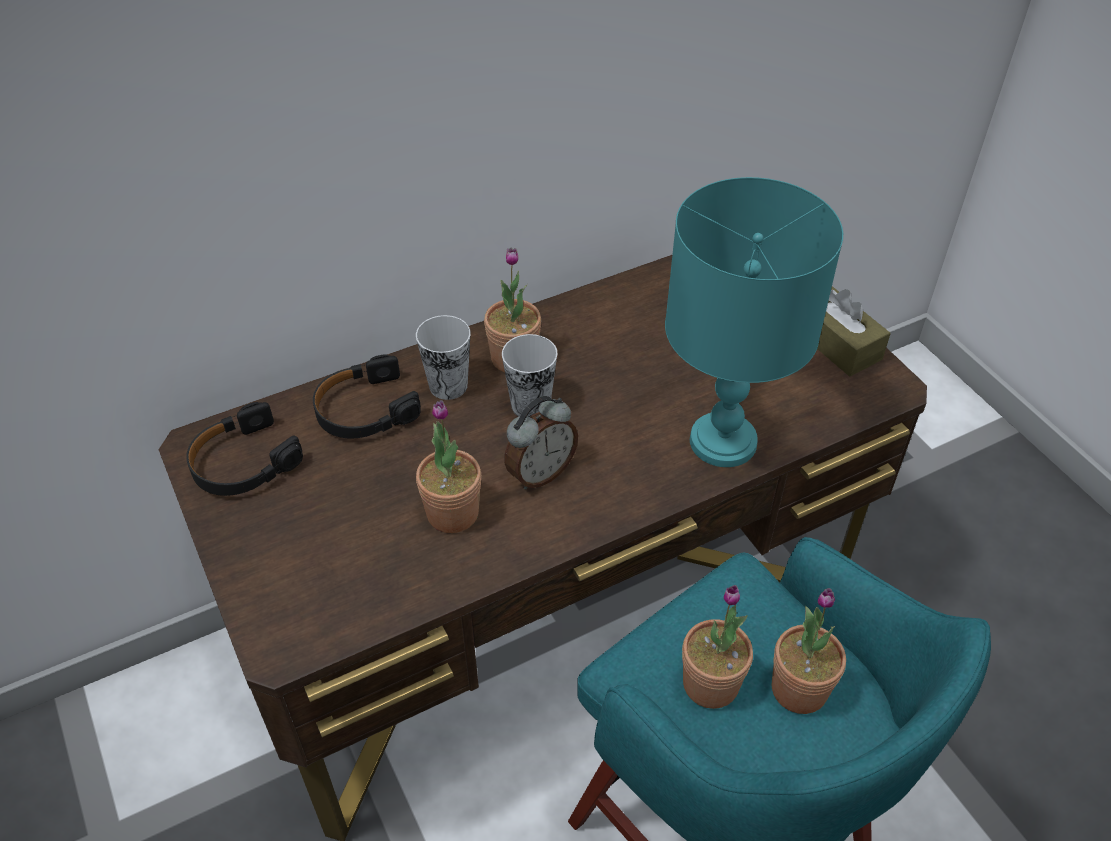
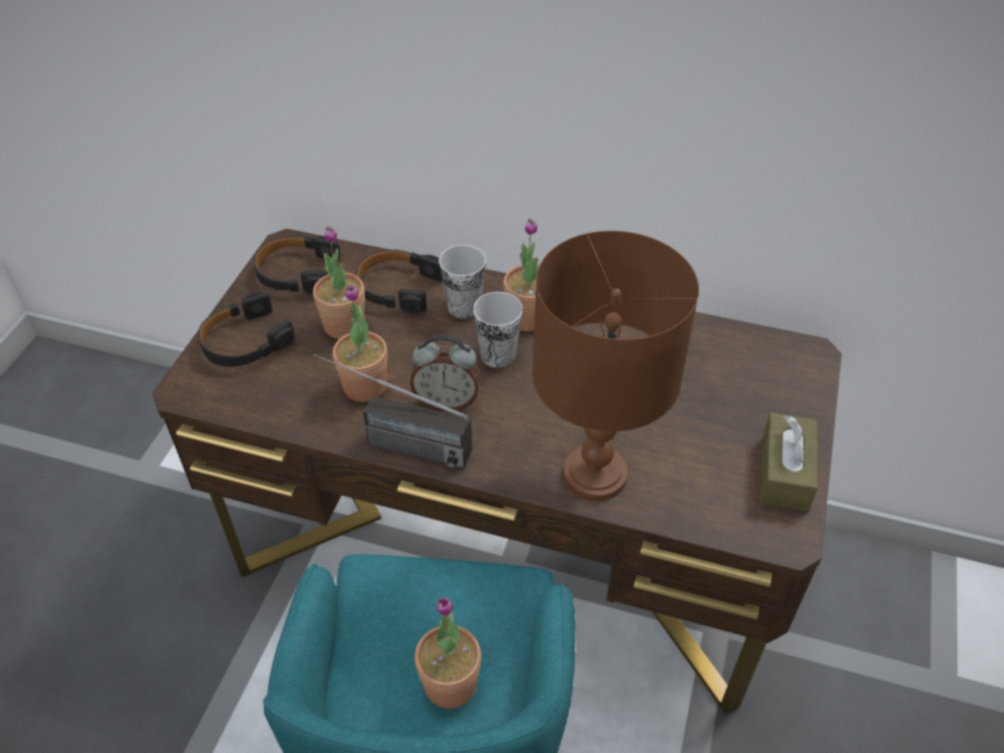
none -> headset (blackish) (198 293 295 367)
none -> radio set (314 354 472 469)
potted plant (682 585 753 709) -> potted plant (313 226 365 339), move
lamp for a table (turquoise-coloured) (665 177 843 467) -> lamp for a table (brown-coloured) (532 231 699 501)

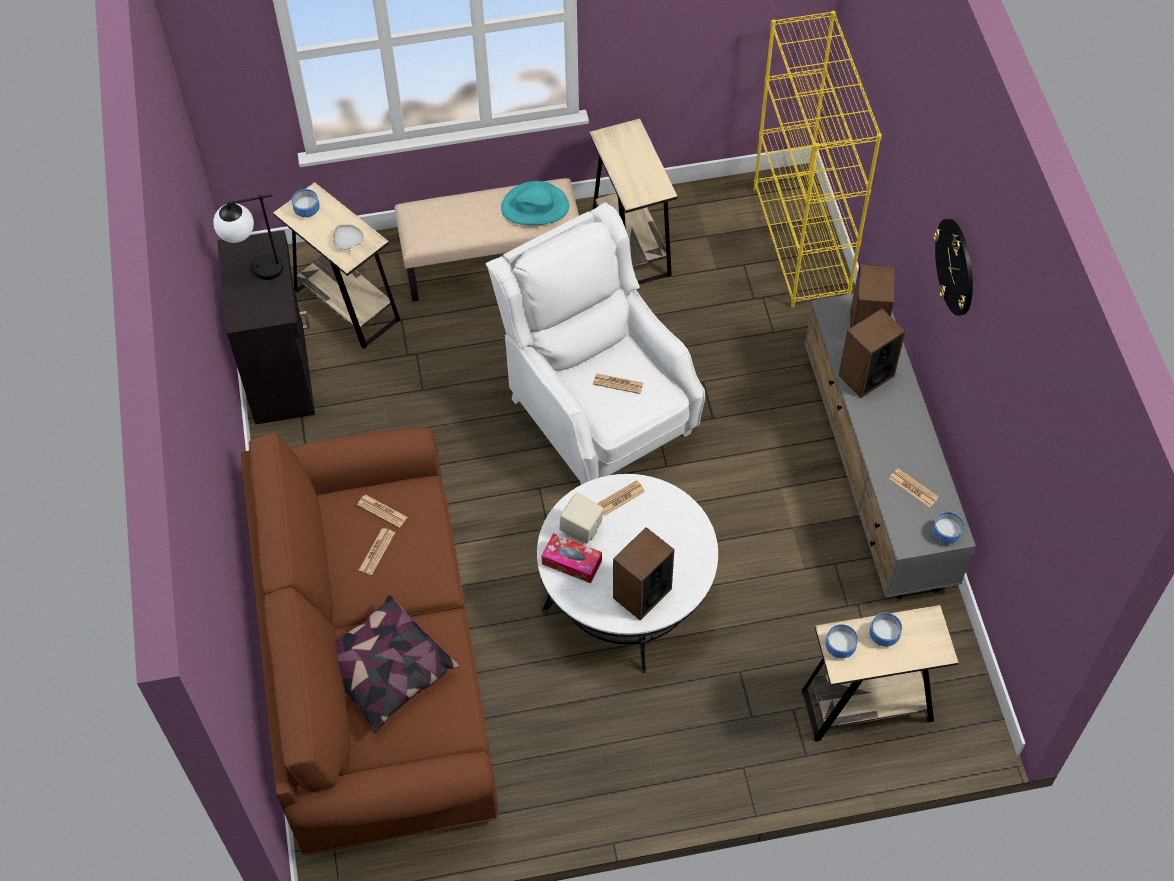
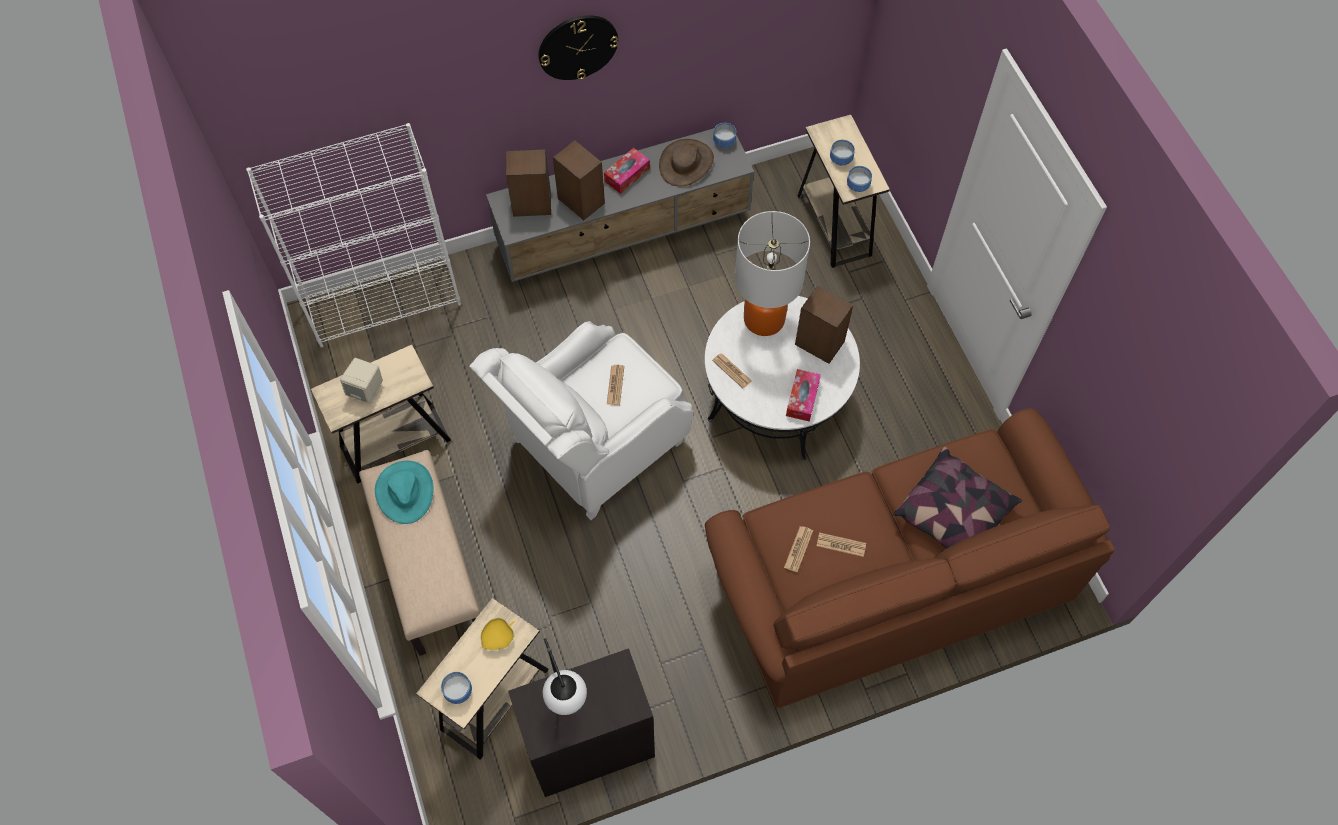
none -> tissue holder (604 148 650 194)
none -> lamp for a table (735 211 810 336)
speaker (sand-coloured) (559 493 604 544) -> speaker (sand-coloured) (340 358 383 403), move
printed paper (889 468 939 508) -> wearable hat (brown-coloured) (659 139 714 186)
bowl (whitish) (333 224 364 250) -> bowl (yellow-coloured) (480 617 514 650)
bookshelf (yellow-coloured) (754 11 882 308) -> bookshelf (whitish) (246 123 461 348)

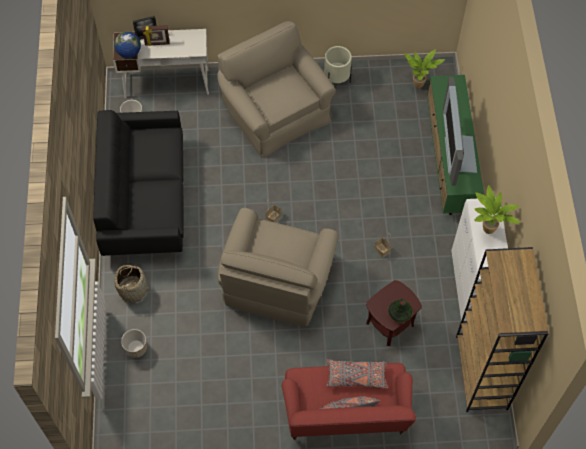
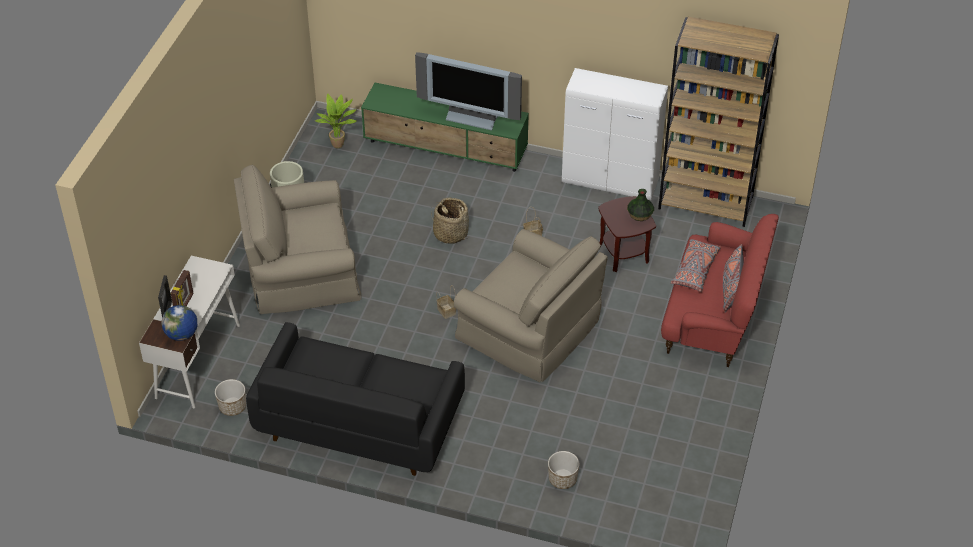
potted plant (474 185 521 234) -> none
storage basket (115 263 147 304) -> storage basket (431 198 469 244), move

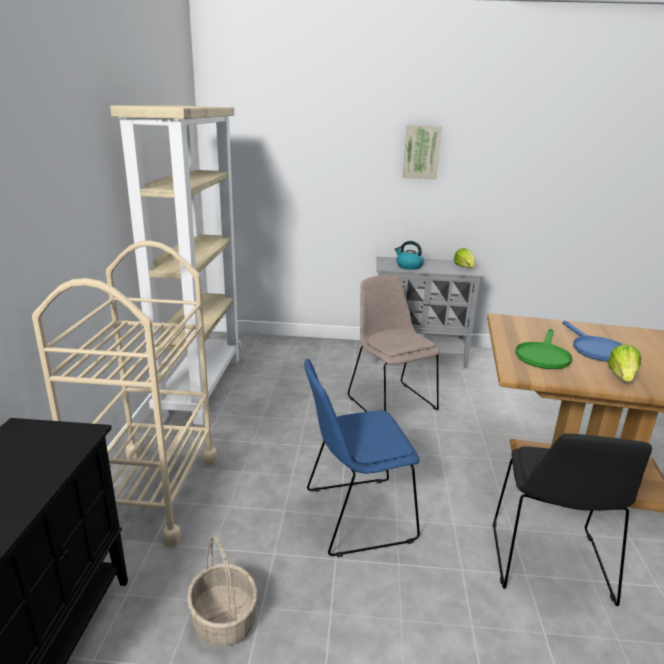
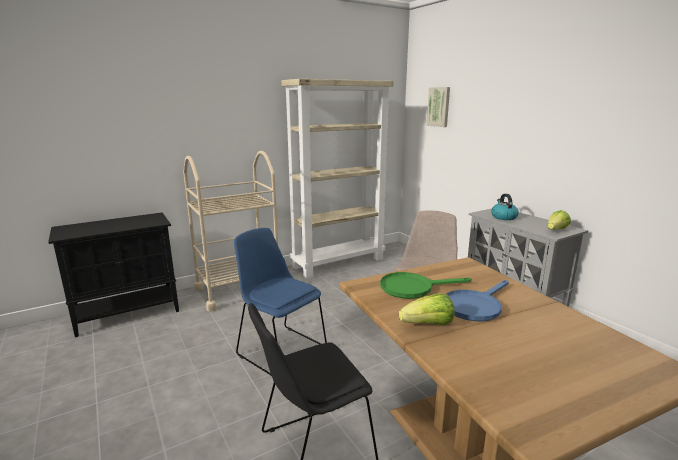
storage basket (187 536 257 646) -> none
wall art (403 125 442 180) -> wall art (427 87 450 127), move

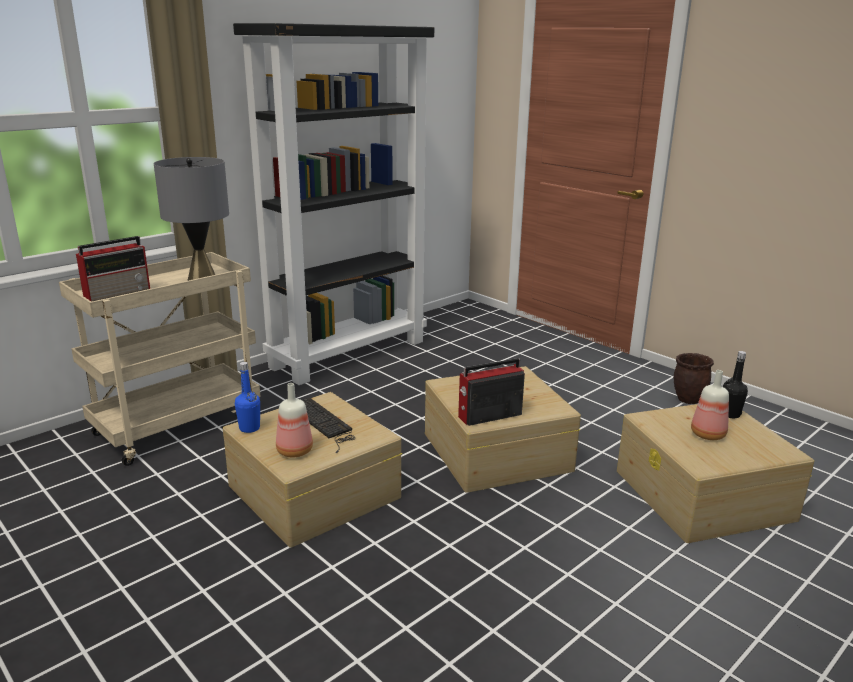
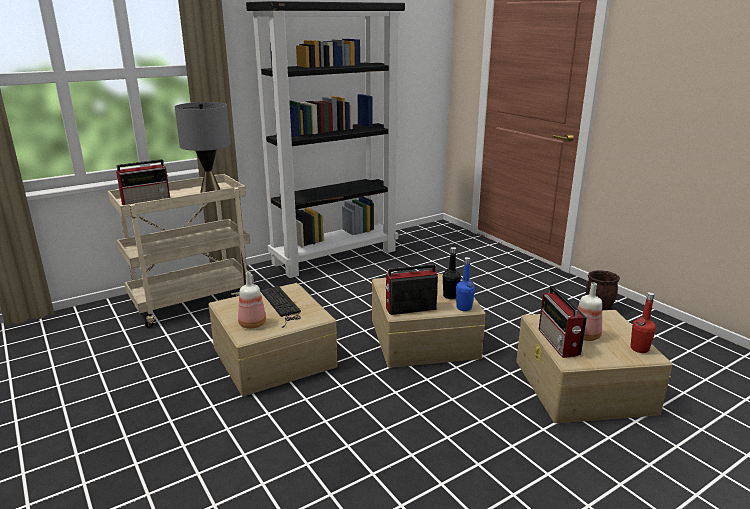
none -> radio set (539 286 587 358)
none -> beverage bottle (red) (631 292 656 353)
beverage bottle (blue-coloured) (235 362 260 433) -> beverage bottle (blue-coloured) (456 257 475 311), move
beverage bottle (blackish) (723 351 748 418) -> beverage bottle (blackish) (443 247 461 299), move

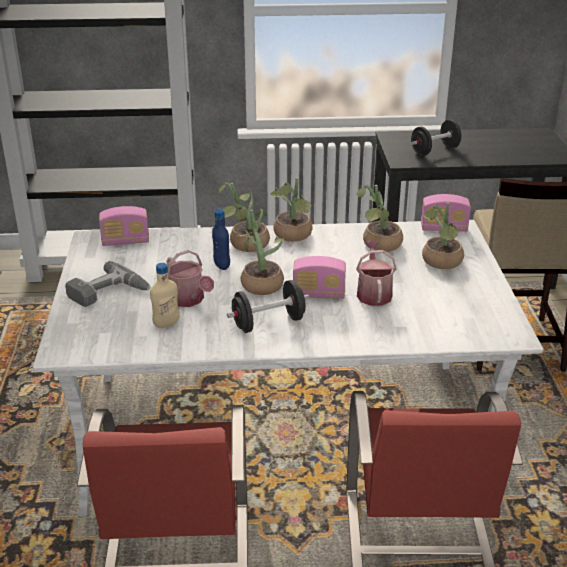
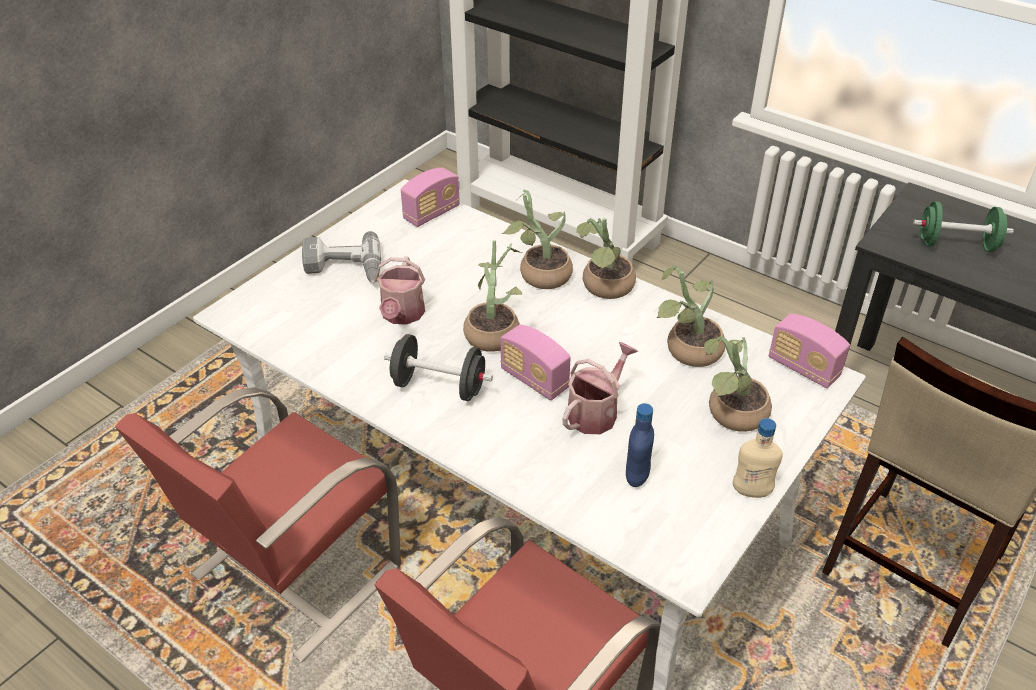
beverage bottle (sand-coloured) (150 263 180 328) -> beverage bottle (sand-coloured) (733 418 783 498), move
beverage bottle (blue-coloured) (212 209 230 270) -> beverage bottle (blue-coloured) (626 403 654 487), move
free weight (blackish) (411 120 461 156) -> free weight (greenish) (913 201 1014 252)
radio set (99 206 149 246) -> radio set (401 168 460 227), 75 degrees counterclockwise

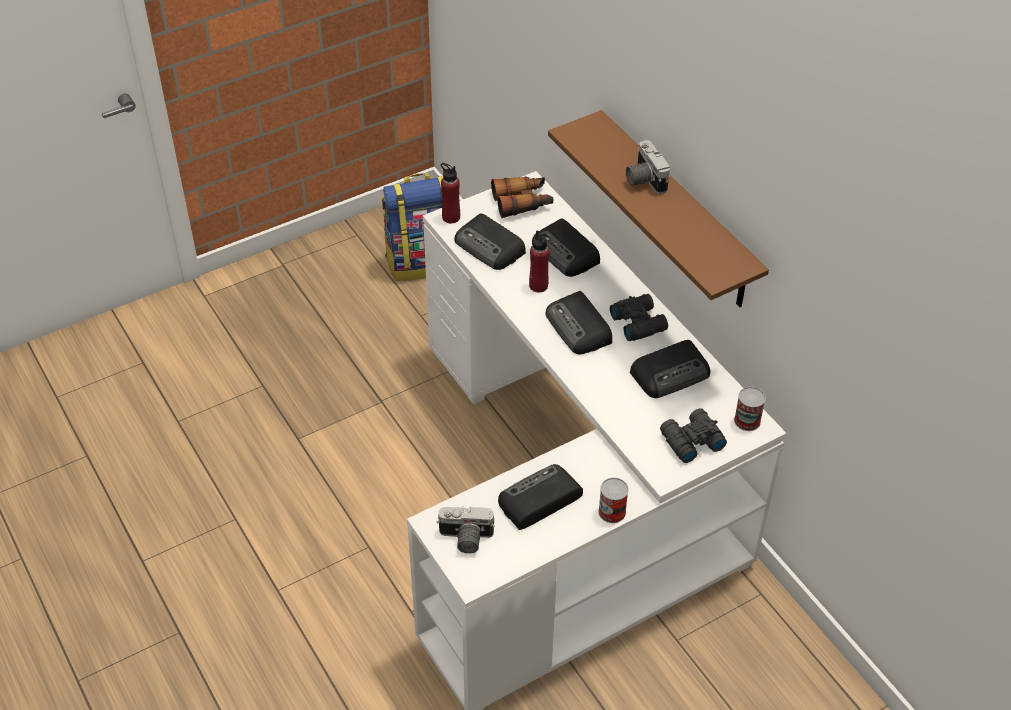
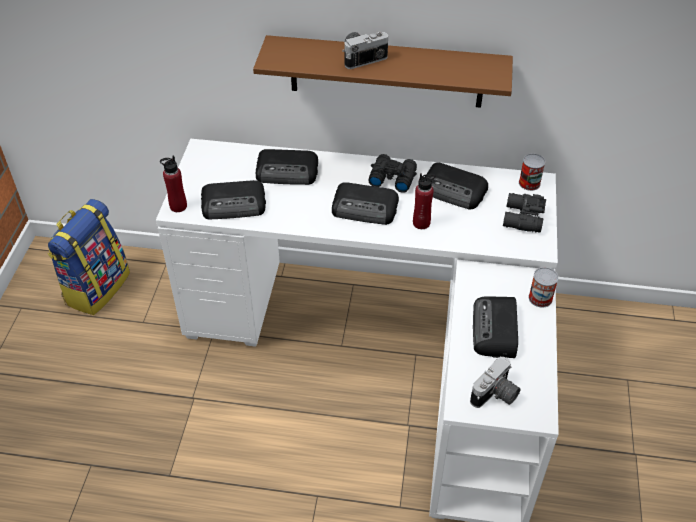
pair of binoculars (491 176 553 218) -> none
beverage bottle (red) (529 230 550 292) -> beverage bottle (red) (413 173 436 229), move
photo camera (626 140 670 194) -> photo camera (342 31 388 69), 135 degrees clockwise
radio set (630 340 710 398) -> radio set (425 162 488 209), 105 degrees clockwise

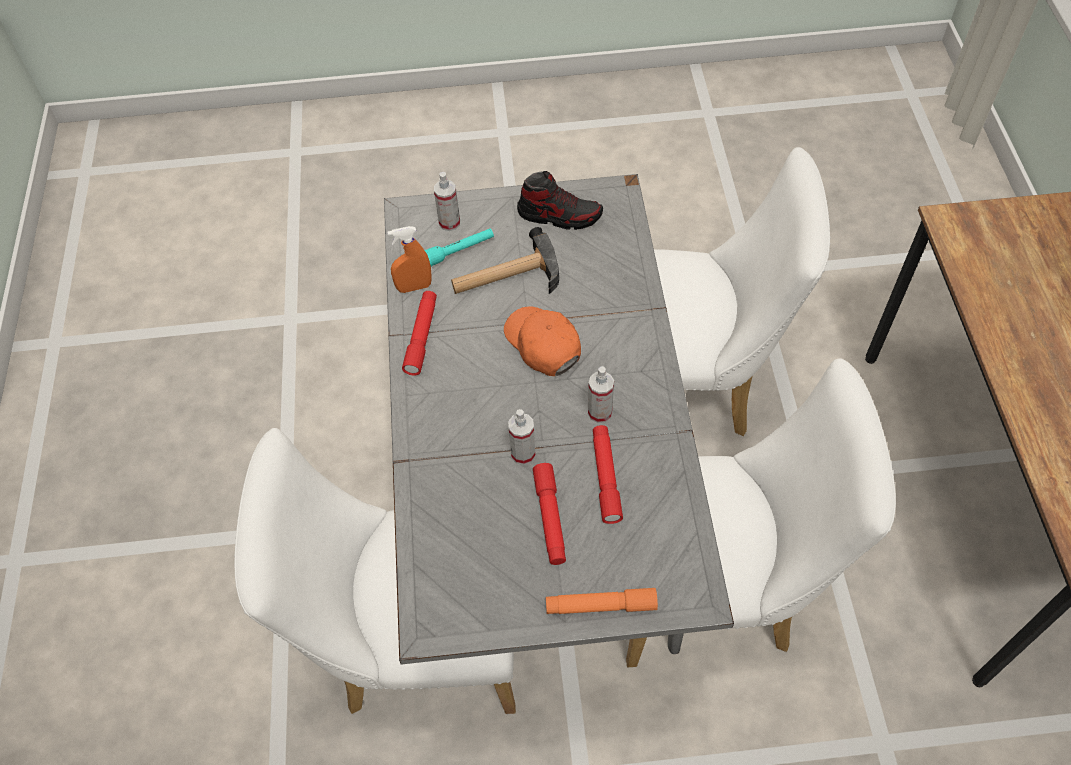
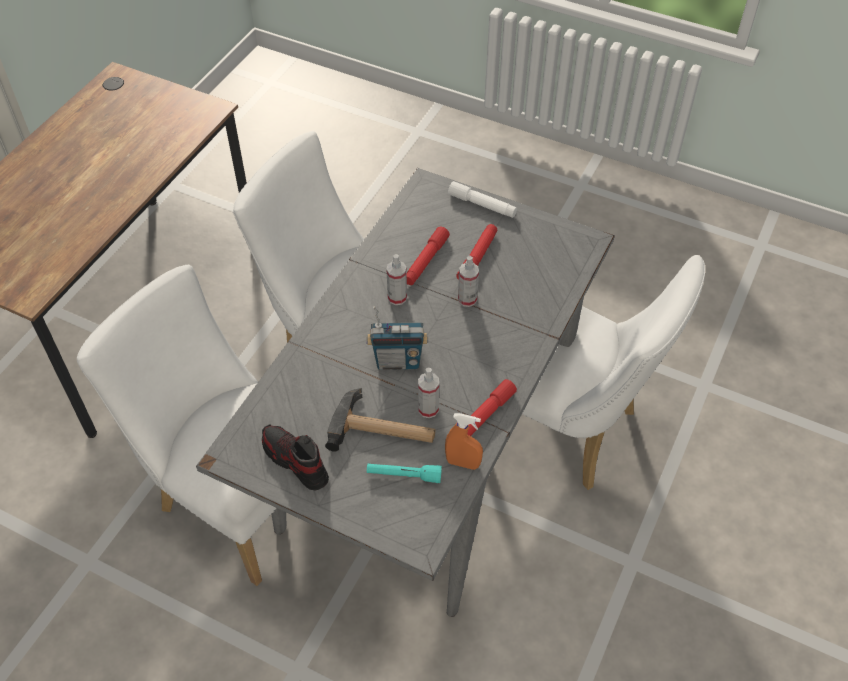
hand sprayer (434 172 460 231) -> hand sprayer (418 367 439 418), move
baseball cap (orange-coloured) (504 306 581 376) -> radio set (366 306 428 370)
torch (orange-coloured) (546 588 658 614) -> torch (whitish) (448 181 517 218)

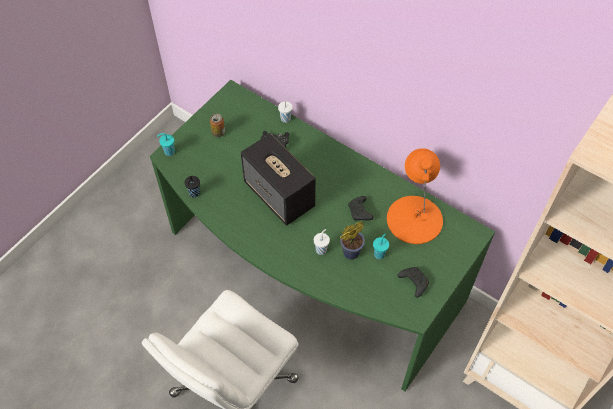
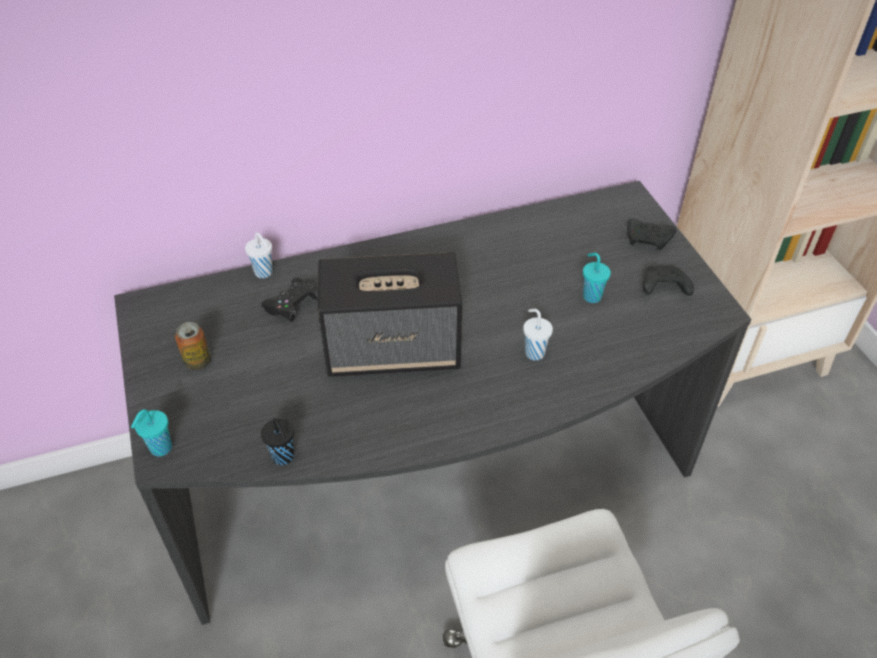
potted plant (340 222 365 260) -> none
lamp for a table (orange-coloured) (387 148 443 244) -> none
game controller (blackish) (348 196 373 221) -> game controller (blackish) (627 219 676 250), move
desk (greenish) (150 80 495 391) -> desk (gray) (114 181 752 625)

